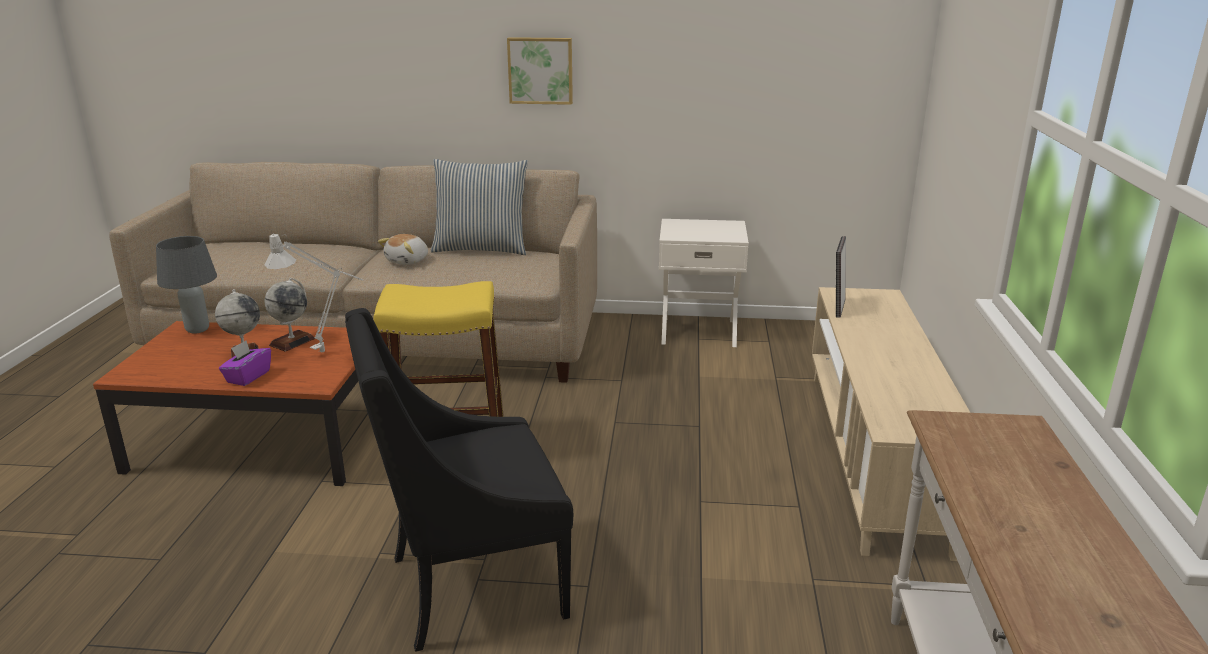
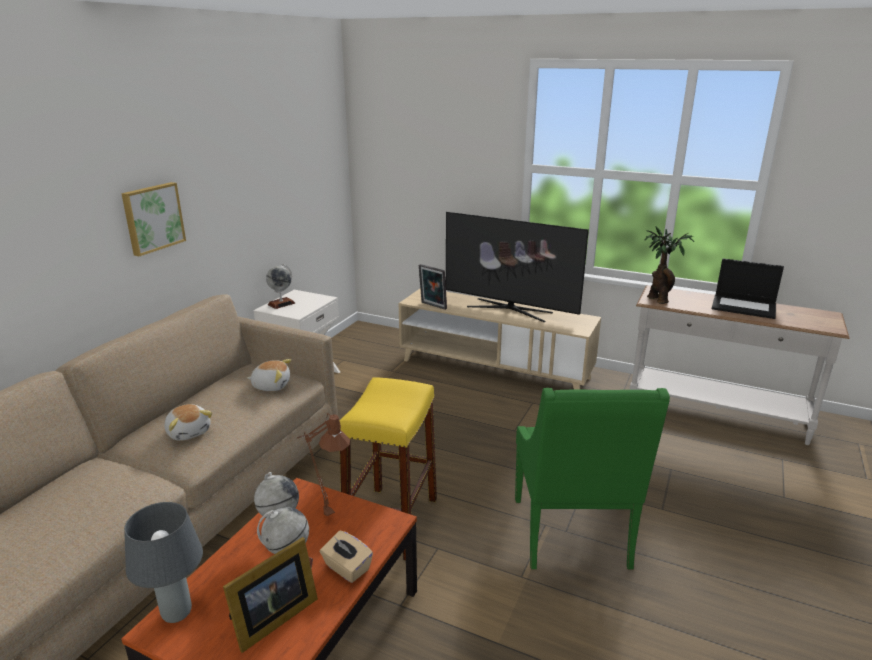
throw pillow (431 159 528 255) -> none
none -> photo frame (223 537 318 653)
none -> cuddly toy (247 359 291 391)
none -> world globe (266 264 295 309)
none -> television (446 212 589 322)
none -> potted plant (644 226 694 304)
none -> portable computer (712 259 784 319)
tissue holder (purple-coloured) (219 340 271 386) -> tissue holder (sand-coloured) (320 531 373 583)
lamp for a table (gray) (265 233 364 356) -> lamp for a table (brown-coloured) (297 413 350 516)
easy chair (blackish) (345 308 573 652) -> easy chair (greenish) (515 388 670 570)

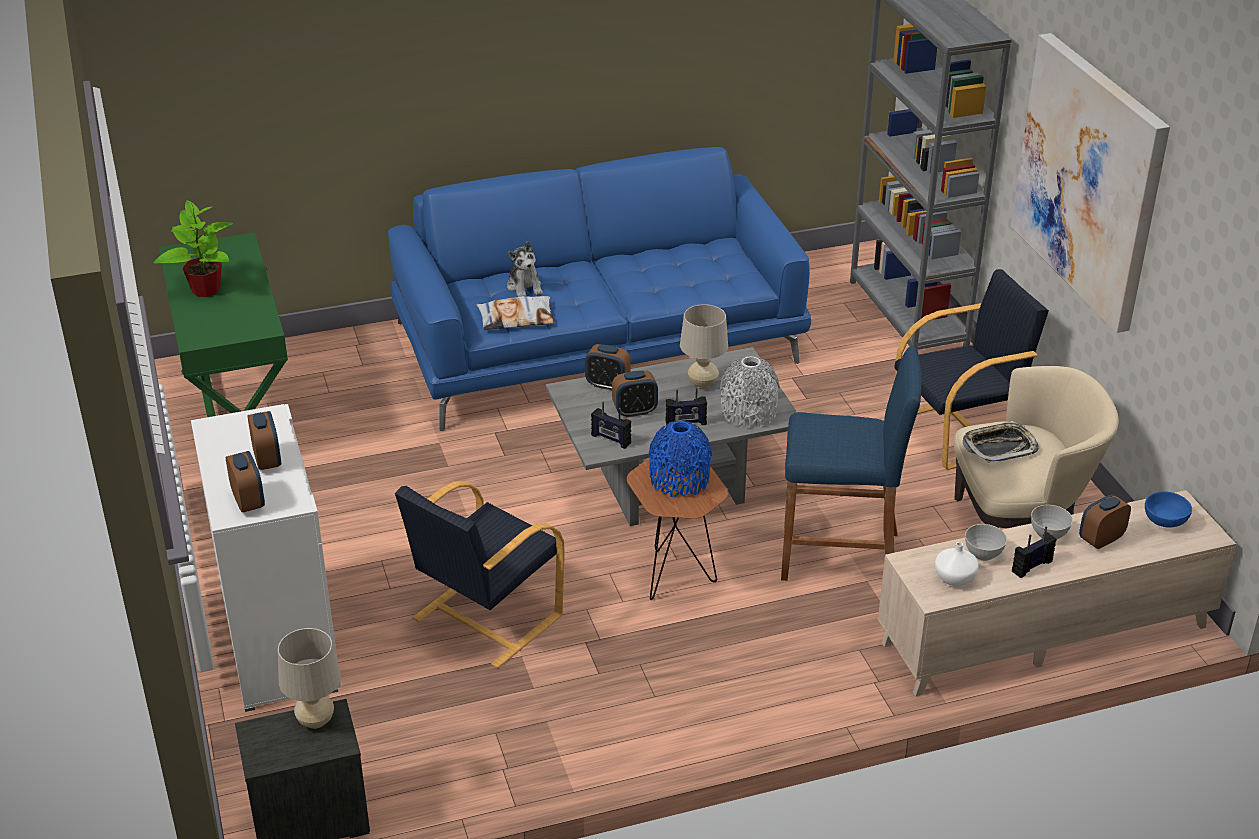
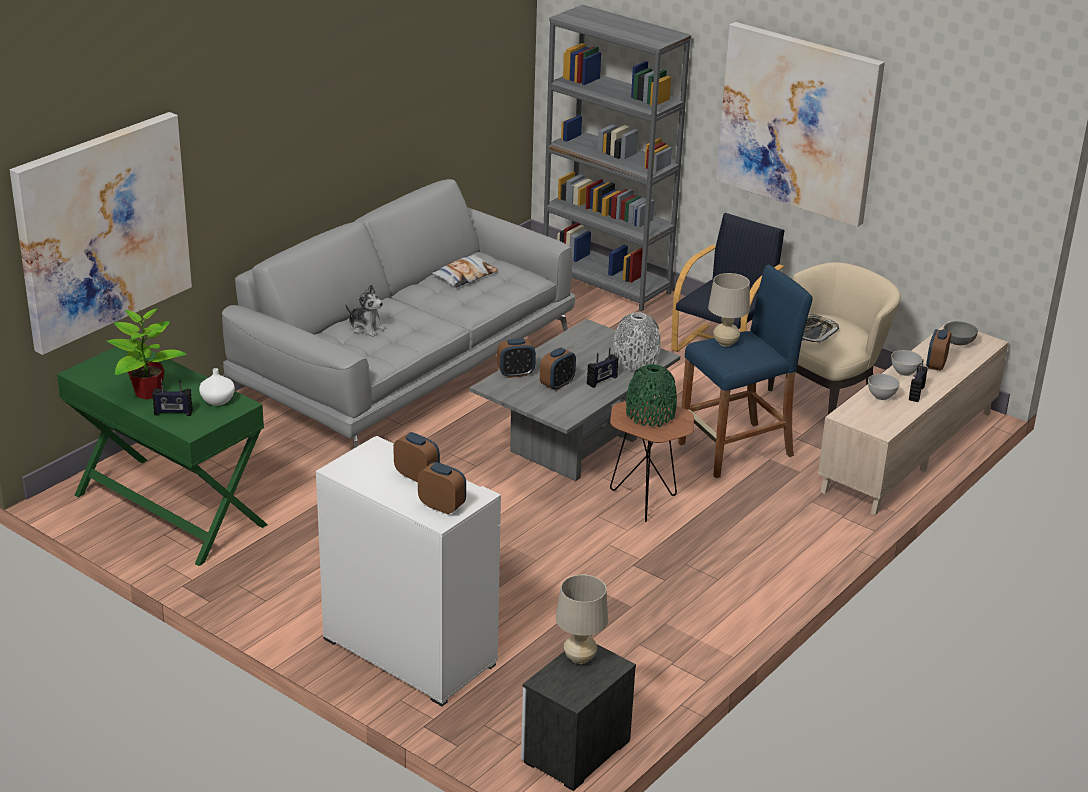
easy chair (blackish) (395 481 565 668) -> none
none -> wall art (10 112 192 355)
throw pillow (477 296 555 330) -> throw pillow (432 255 498 288), move
radio set (591 402 631 449) -> radio set (152 379 193 416), move
lamp for a table (sand-coloured) (680 304 728 389) -> lamp for a table (sand-coloured) (708 273 750 347), move
decorative vase (whitish) (935 542 979 586) -> decorative vase (whitish) (199 368 235 406), move
sofa (blue-coloured) (388 147 811 431) -> sofa (gray) (222 179 575 448)
decorative vase (blue-coloured) (648 421 712 497) -> decorative vase (greenish) (626 364 677 427)
bowl (blue-coloured) (1145 491 1192 528) -> bowl (gray) (943 321 978 345)

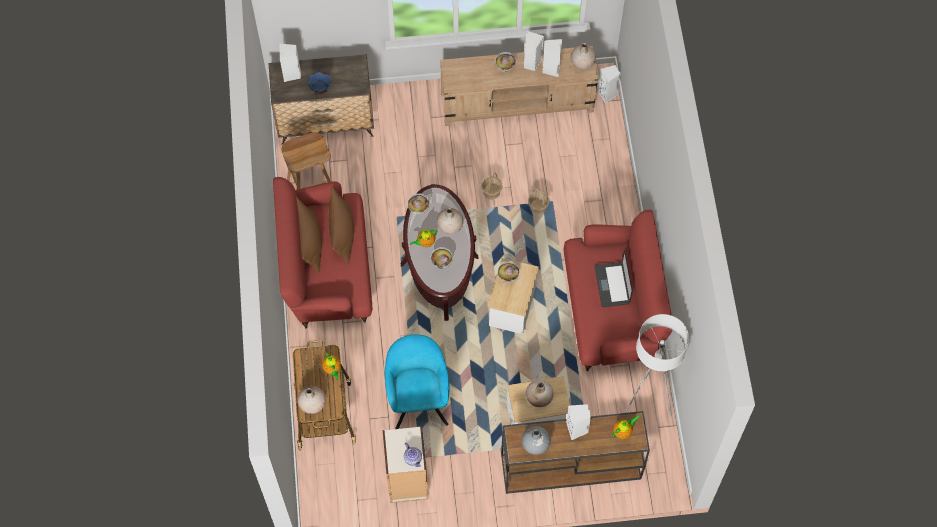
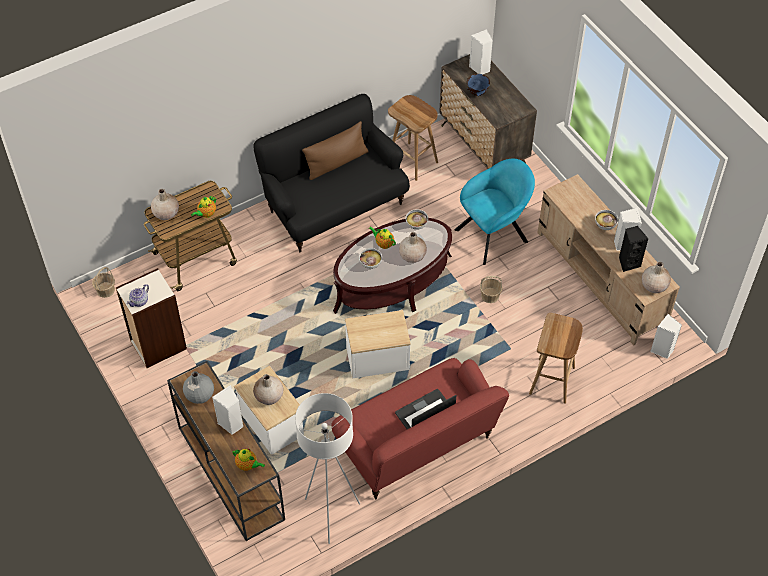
throw pillow (brown-coloured) (329 187 354 264) -> none
bowl (498 261 520 282) -> none
none -> stool (brown-coloured) (529 313 583 404)
easy chair (turquoise-coloured) (385 334 449 429) -> easy chair (turquoise-coloured) (454 159 535 265), move
storage basket (528 188 550 214) -> storage basket (92 267 115 298), move
sofa (red) (273 177 373 328) -> sofa (blackish) (253 94 410 252)
speaker (whitish) (542 39 562 77) -> speaker (blackish) (619 226 648 272)

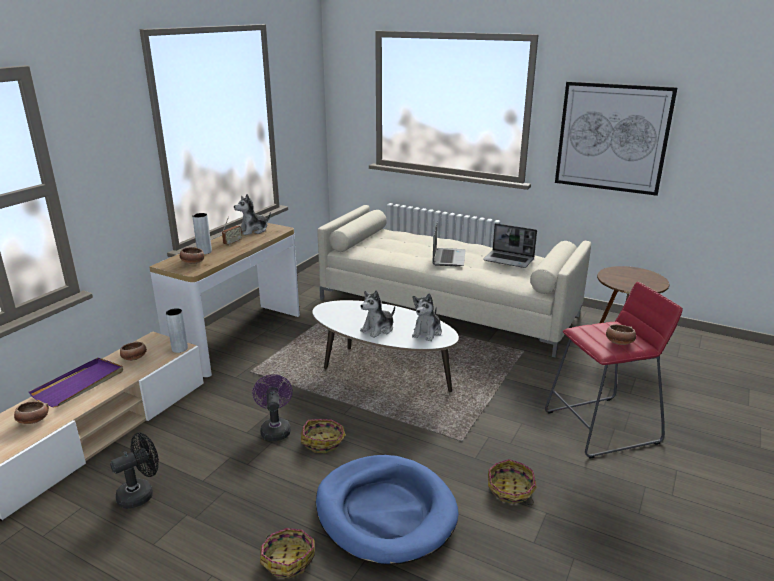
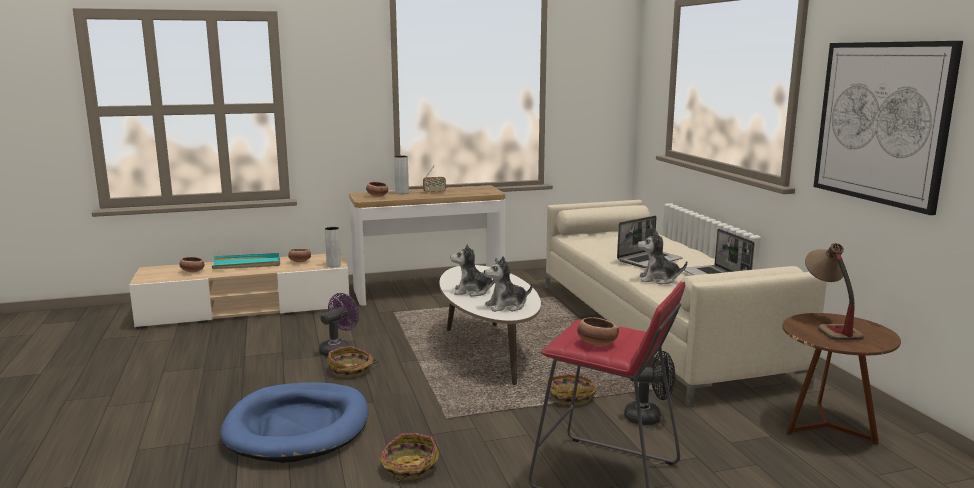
none -> lamp for a table (805 243 864 340)
electric fan (blackish) (110 432 159 509) -> electric fan (blackish) (624 351 675 425), move
cuddly toy (234 194 271 235) -> cuddly toy (638 231 687 284), move
storage basket (260 528 315 579) -> storage basket (547 374 597 406), move
carrying tray (purple-coloured) (29 358 123 408) -> carrying tray (turquoise-coloured) (212 253 280 269)

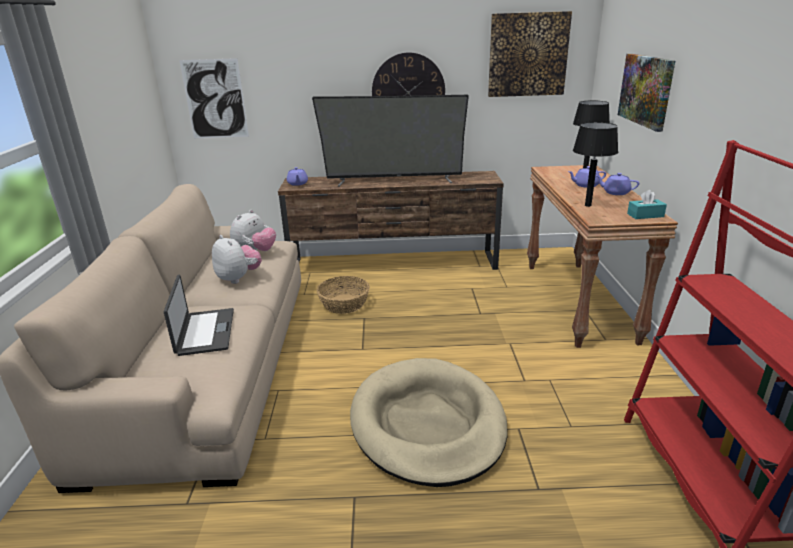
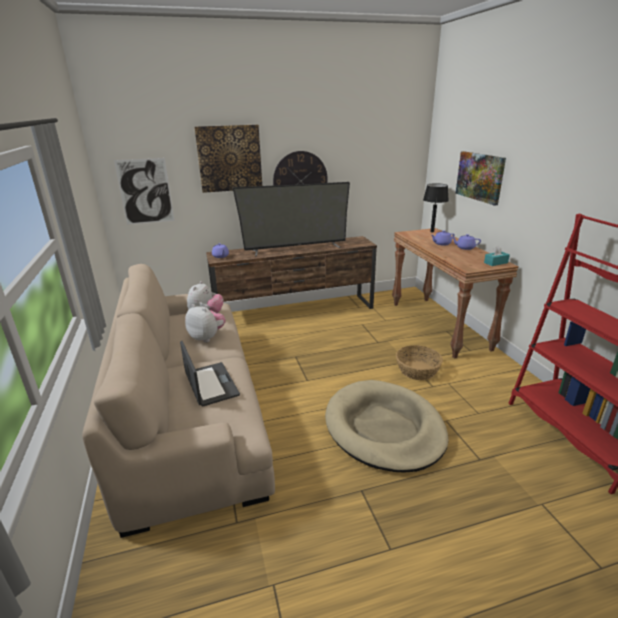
lamp for a table (blackish) (573 122 618 207) -> none
storage basket (317 276 370 314) -> storage basket (396 345 443 380), move
wall art (488 11 572 97) -> wall art (194 125 262 193), move

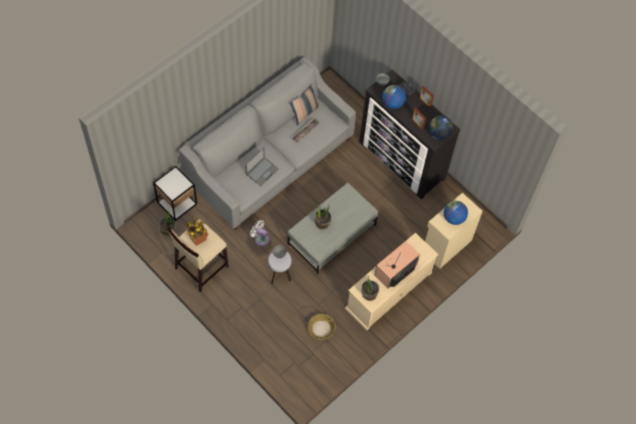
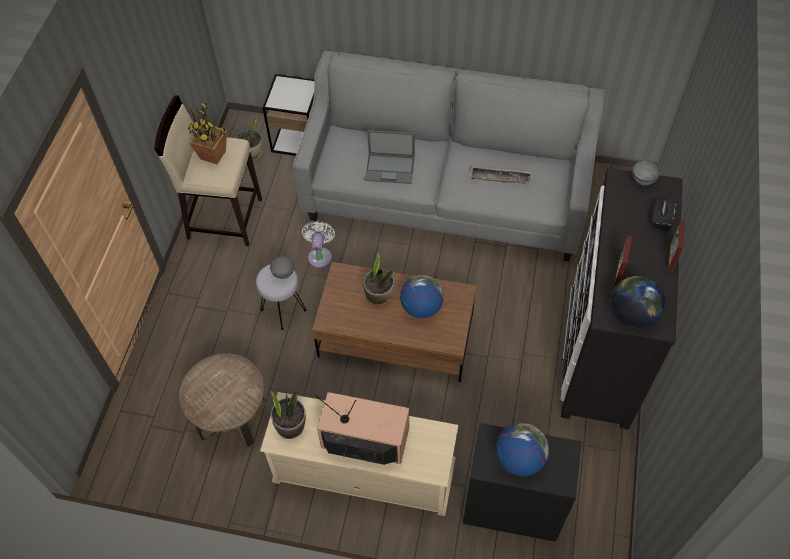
throw pillow (290 84 320 126) -> none
world globe (382 85 406 109) -> world globe (400 275 444 318), move
storage basket (308 314 336 340) -> accent table (brown-coloured) (179 354 265 447)
lounge table (gray) (288 183 379 275) -> lounge table (brown-coloured) (312 262 476 382)
cabinet (sand-coloured) (425 193 483 269) -> cabinet (blackish) (463 423 582 542)

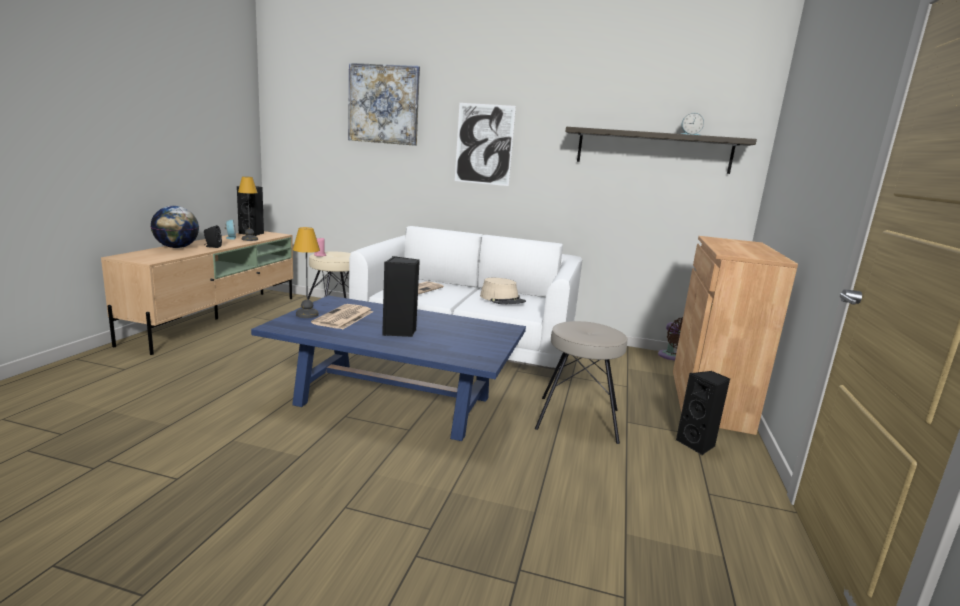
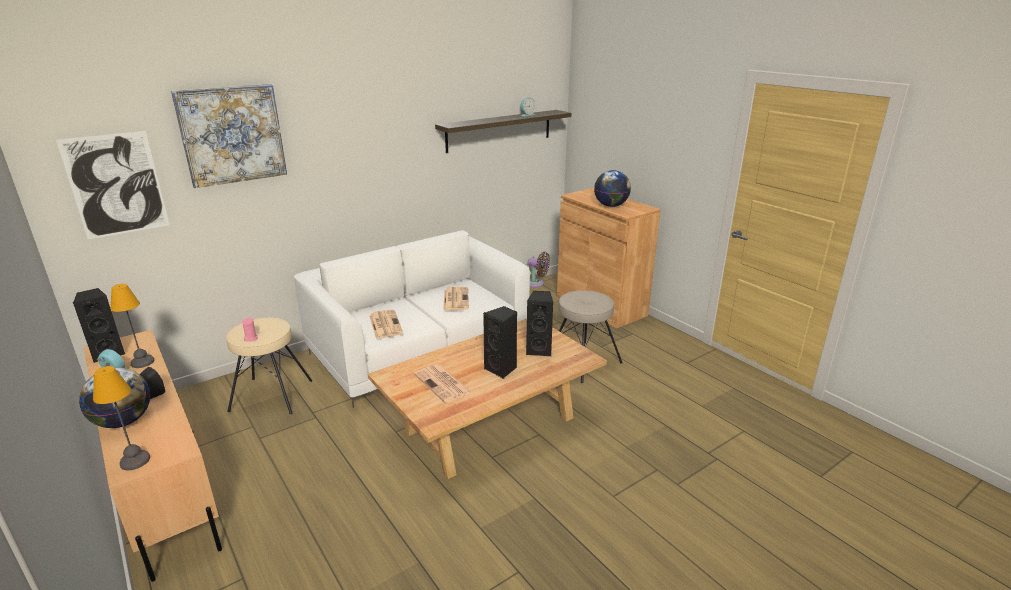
none -> world globe (594 170 631 207)
lamp for a table (293 227 320 318) -> lamp for a table (93 366 150 470), move
wall art (455 103 516 186) -> wall art (56 131 170 239), move
speaker (blackish) (676 371 730 455) -> speaker (blackish) (526 291 553 356), move
wearable hat (sand-coloured) (480 278 526 304) -> printed paper (443 287 469 311)
lounge table (blue-coloured) (251 296 526 441) -> lounge table (sand-coloured) (368 319 607 479)

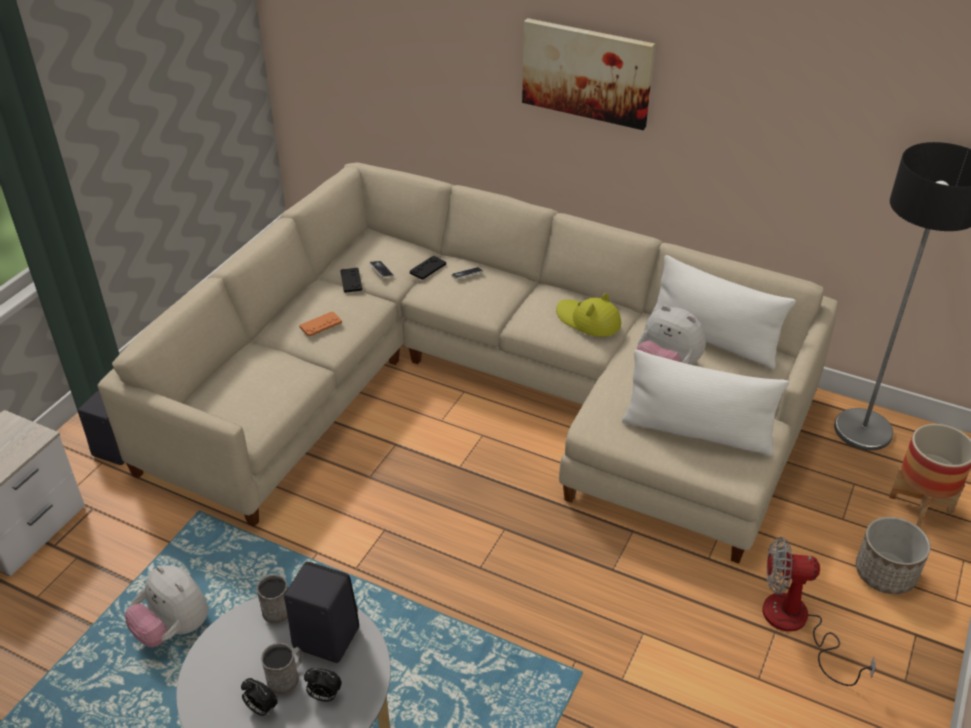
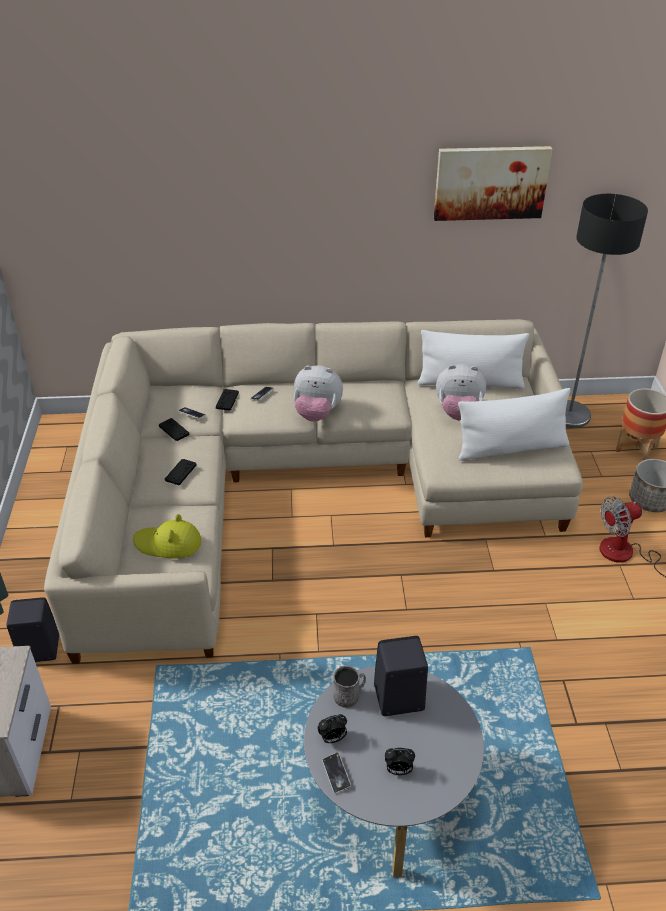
coffee mug (gray) (261 643 303 695) -> none
none -> telephone (322 752 351 794)
cuddly toy (125 565 209 647) -> cuddly toy (294 365 343 422), move
table clock (304 668 342 701) -> table clock (318 714 347 743), move
wall art (522 18 655 130) -> wall art (434 146 552 221), move
wearable hat (yellow-coloured) (556 293 621 337) -> wearable hat (yellow-coloured) (133 514 201 559), move
game controller (orange-coloured) (300 312 342 337) -> game controller (blackish) (165 459 196 485)

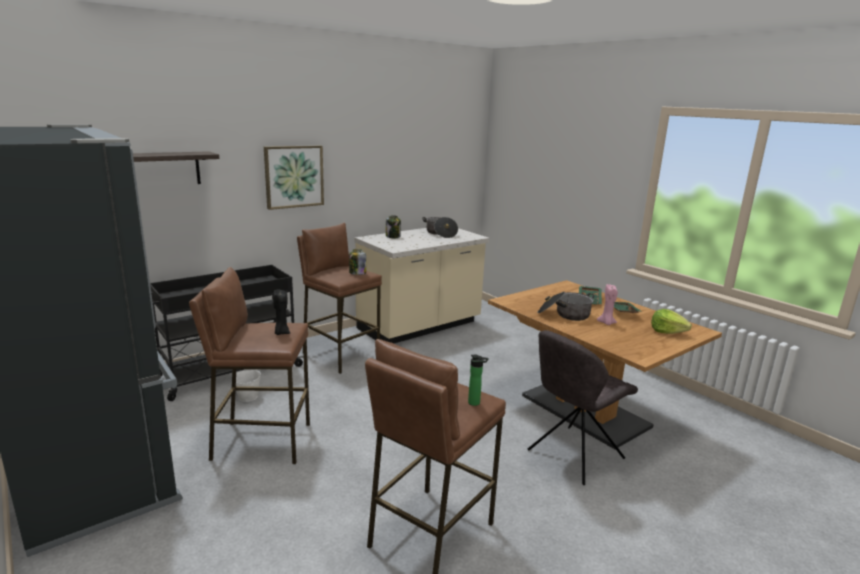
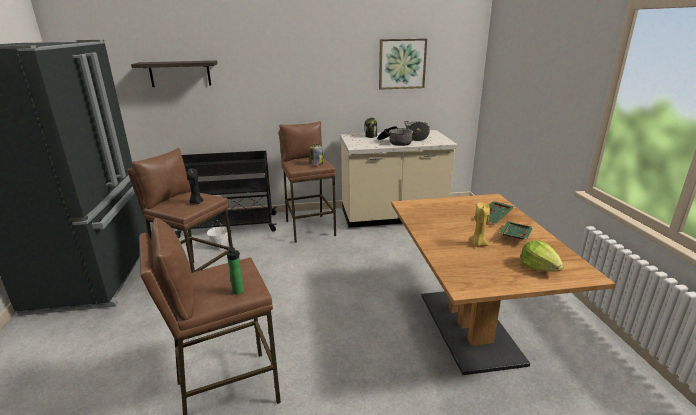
upright chair (gray) (528 330 638 485) -> none
wall art (264 145 324 210) -> wall art (379 38 427 90), move
stockpot (537 292 594 321) -> stockpot (377 126 418 146), move
wax light (pink-coloured) (597 284 618 325) -> wax light (yellow-coloured) (469 203 490 247)

